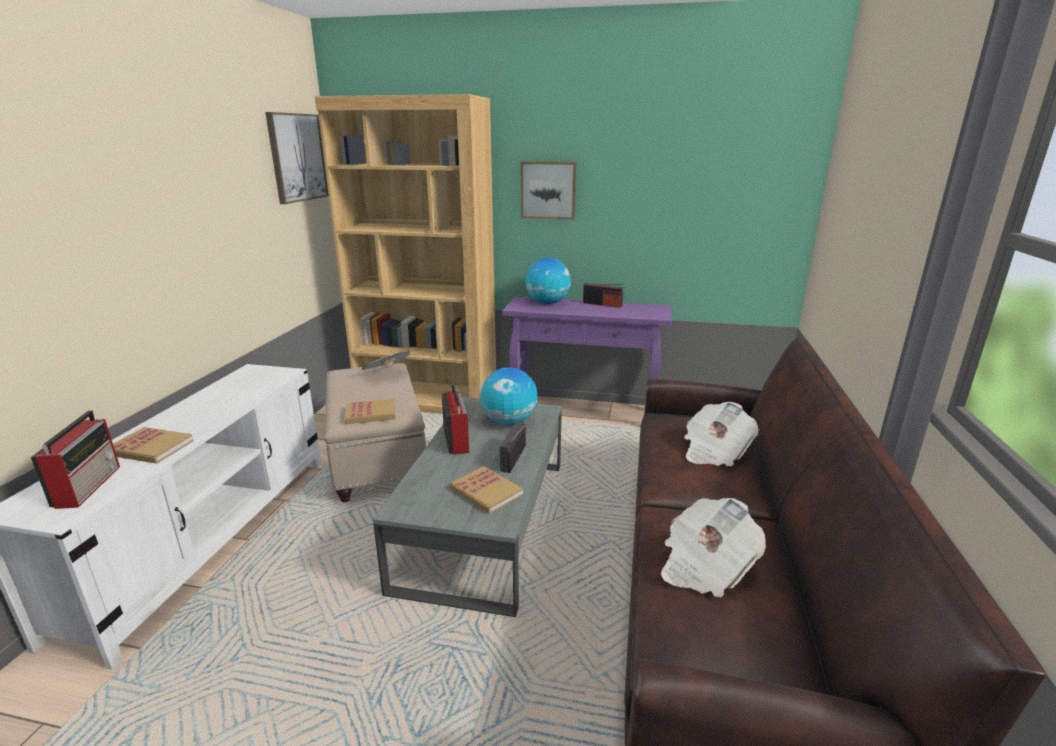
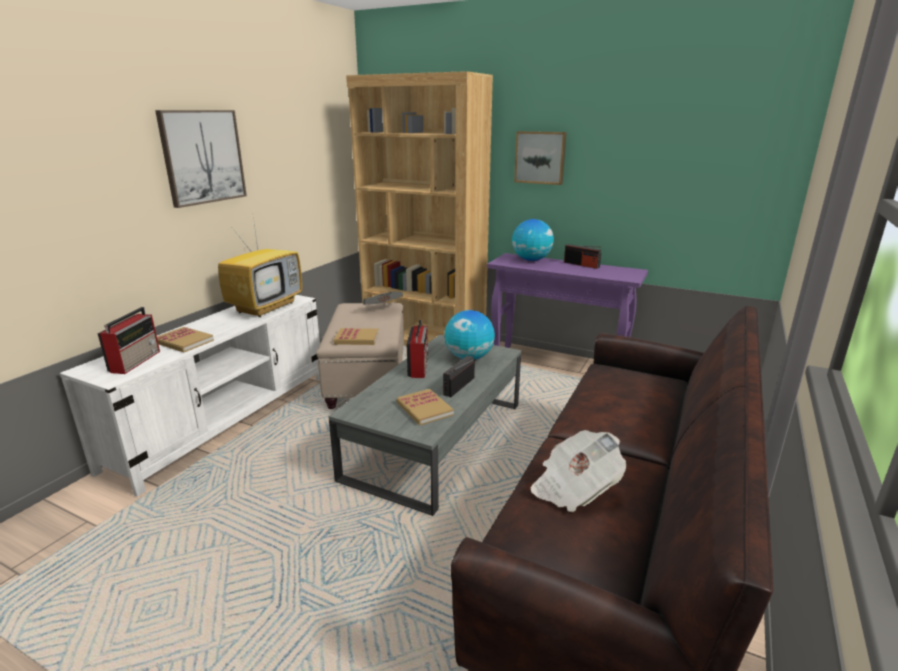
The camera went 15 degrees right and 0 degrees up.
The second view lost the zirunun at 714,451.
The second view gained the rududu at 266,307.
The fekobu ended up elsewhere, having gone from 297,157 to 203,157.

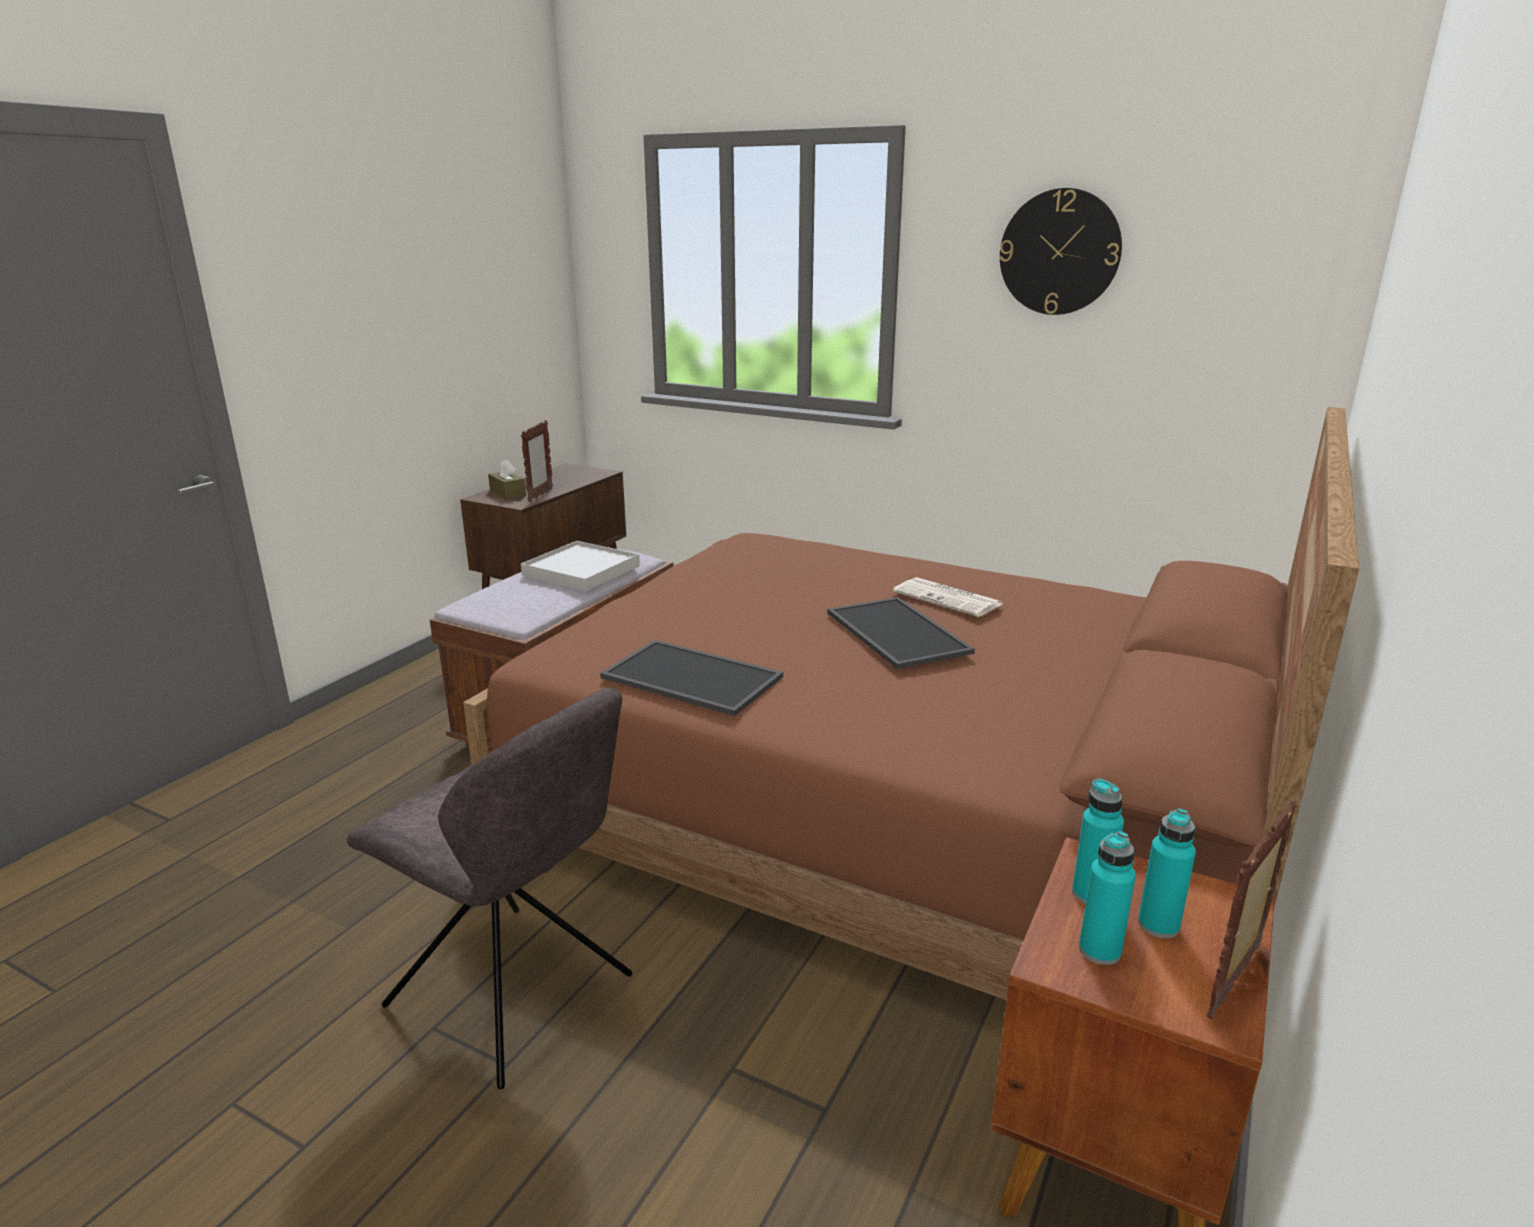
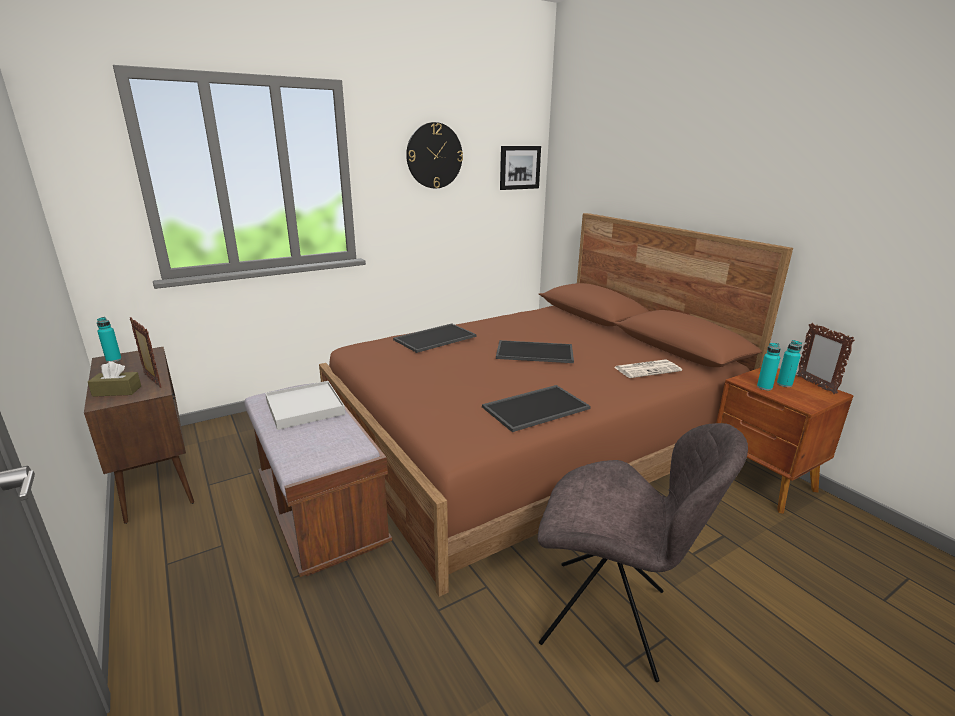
The camera went 60 degrees left and 0 degrees up.
The second view gained the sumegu at 435,337.
The second view gained the fekobu at 519,167.
The zirunun ended up elsewhere, having gone from 949,599 to 647,369.
The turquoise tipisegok ended up elsewhere, having gone from 1099,950 to 113,360.
The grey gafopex at 516,995 ended up facing another way, 45 degrees clockwise from before.

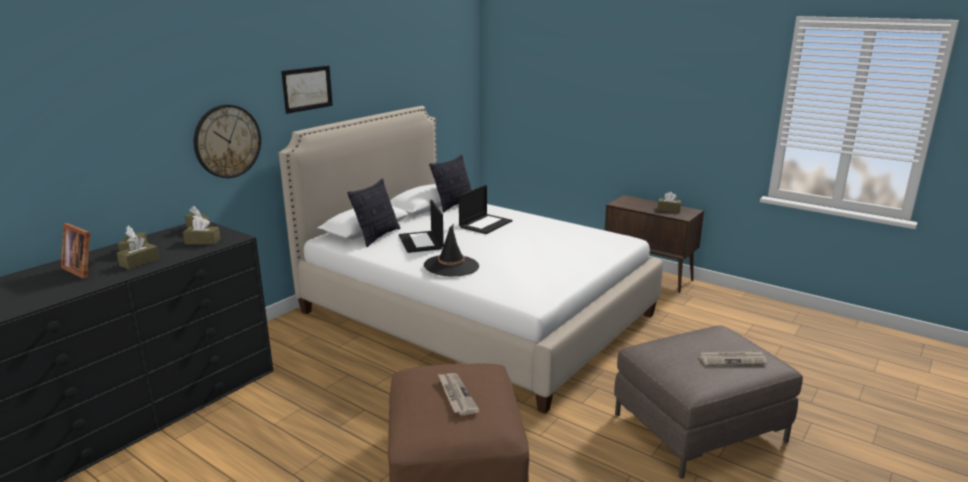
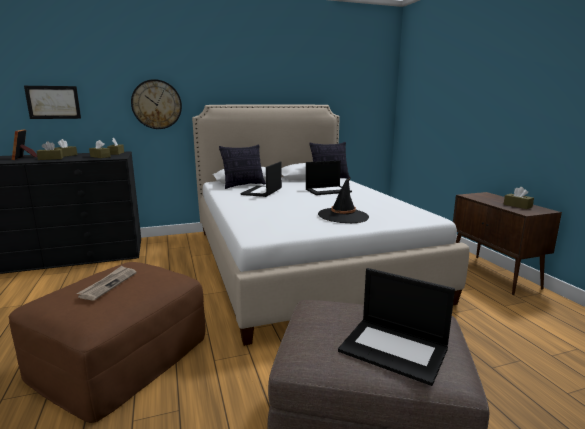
The camera went 35 degrees right and 5 degrees down.
The fekobu ended up elsewhere, having gone from 307,88 to 53,102.
The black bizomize ended up elsewhere, having gone from 451,266 to 343,216.
Where the zirunun stood at 732,360, the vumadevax came to stand at 395,349.

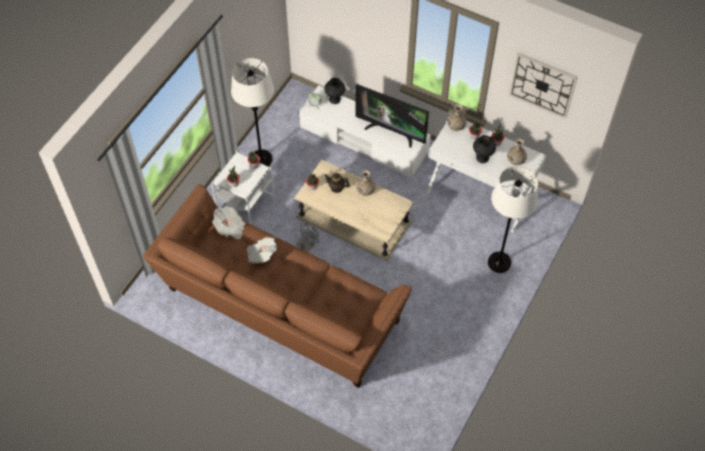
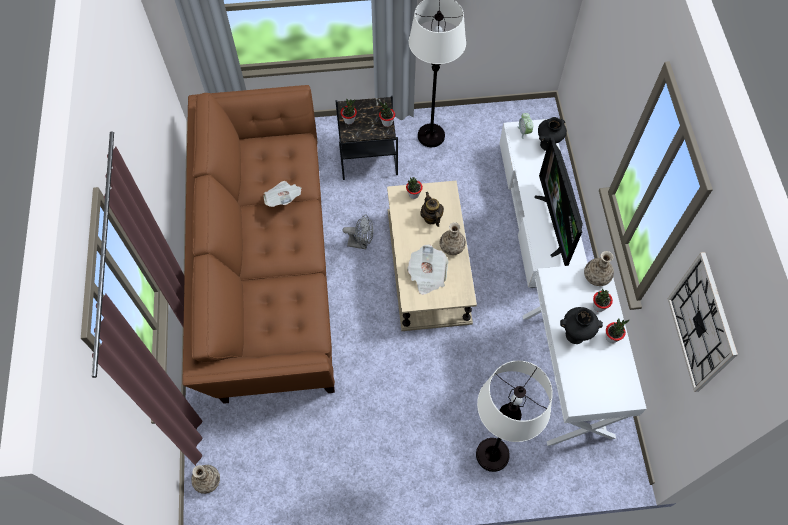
The camera went 55 degrees right and 5 degrees up.
The zirunun ended up elsewhere, having gone from 230,228 to 427,275.
The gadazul ended up elsewhere, having gone from 515,159 to 207,481.
What was the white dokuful at 246,203 turned into the black dokuful at 369,157.

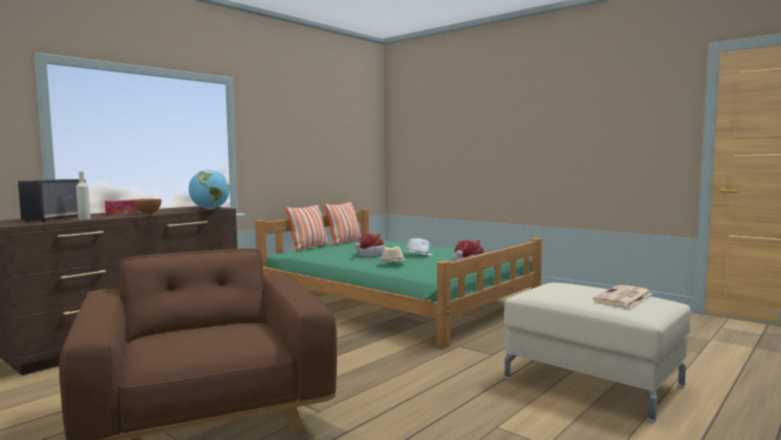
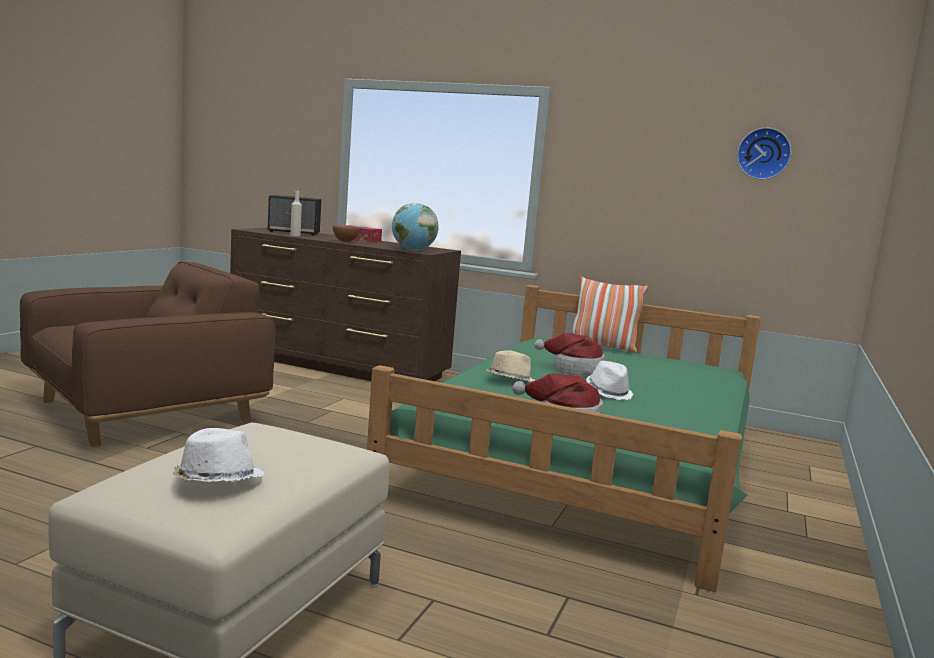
The camera went 70 degrees right and 5 degrees up.
The second view lost the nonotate at 344,242.
The second view gained the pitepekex at 763,153.
Where the zirunun stood at 623,297, the white bizomize came to stand at 217,482.

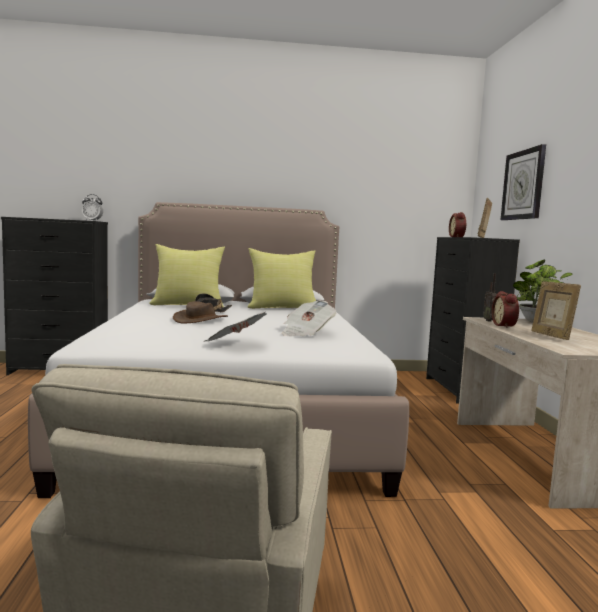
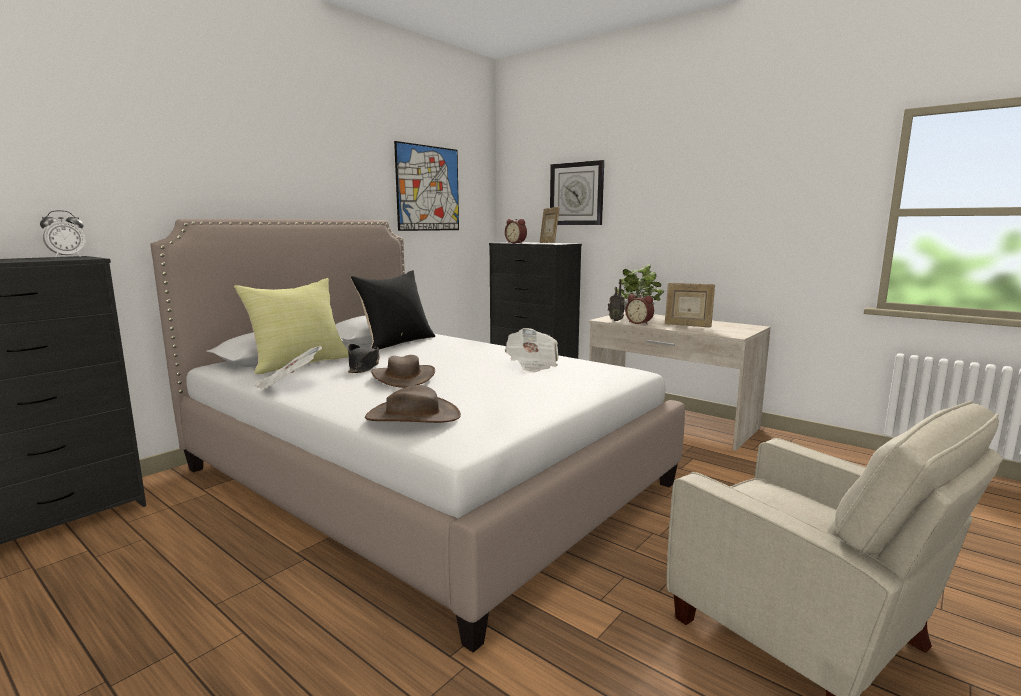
The camera went 45 degrees left and 5 degrees up.
The second view gained the brown bizomize at 413,416.
The second view gained the fekobu at 428,188.
The zirunun ended up elsewhere, having gone from 234,344 to 288,385.
What was the yellow nonotate at 282,308 turned into the black nonotate at 397,342.

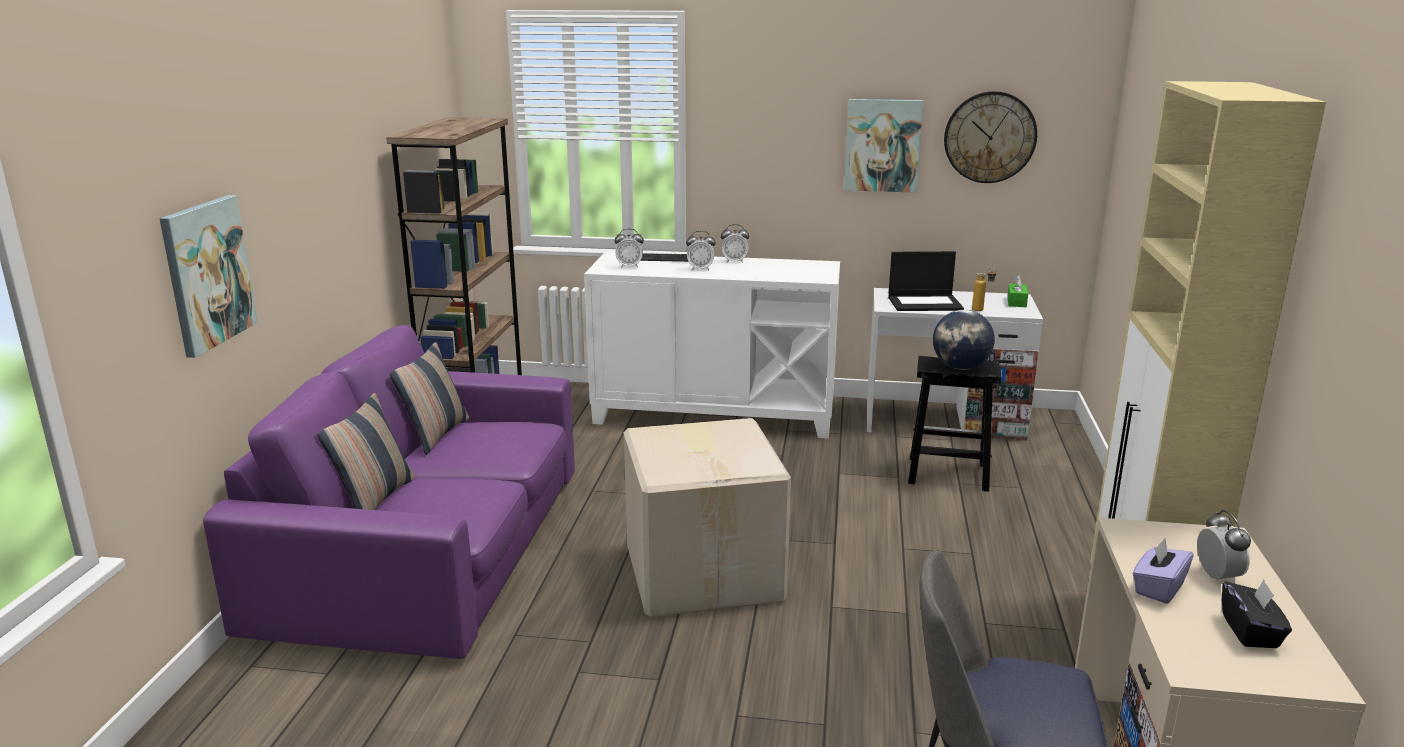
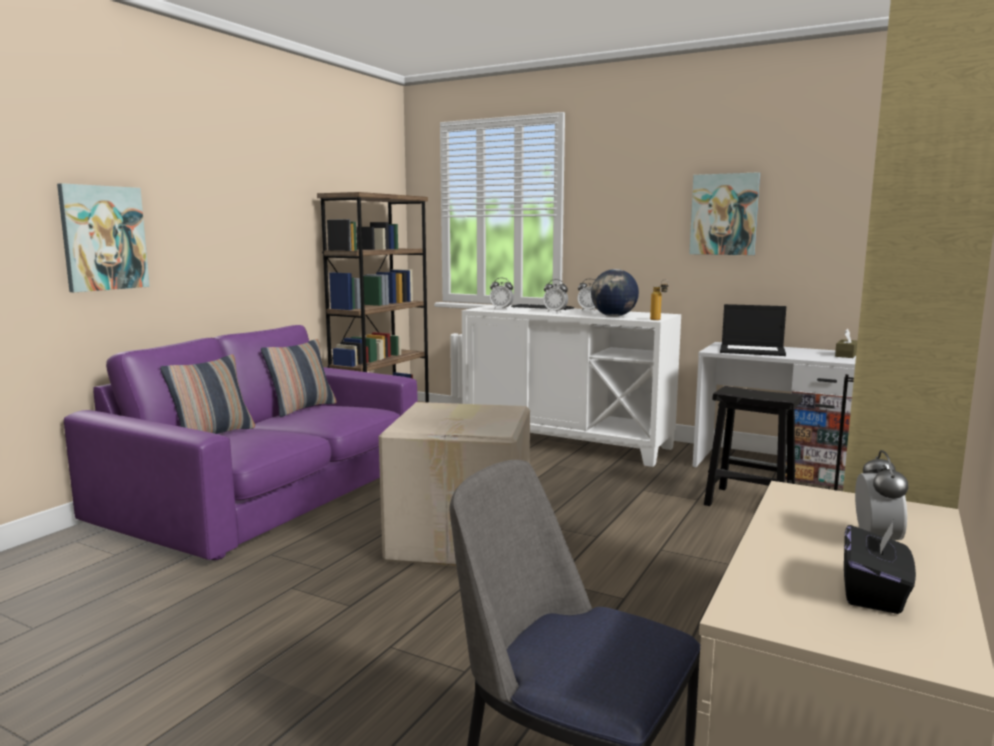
The camera went 20 degrees right and 10 degrees down.
The second view lost the pitepekex at 989,137.
The second view lost the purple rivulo at 1158,588.
The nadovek ended up elsewhere, having gone from 961,367 to 614,316.
The tipisegok ended up elsewhere, having gone from 982,310 to 658,320.
What was the green rivulo at 1016,302 turned into the brown rivulo at 846,355.

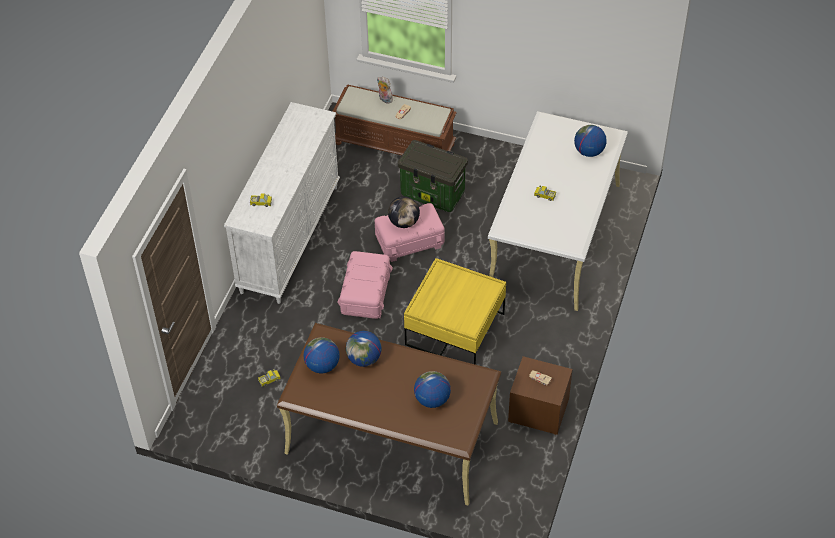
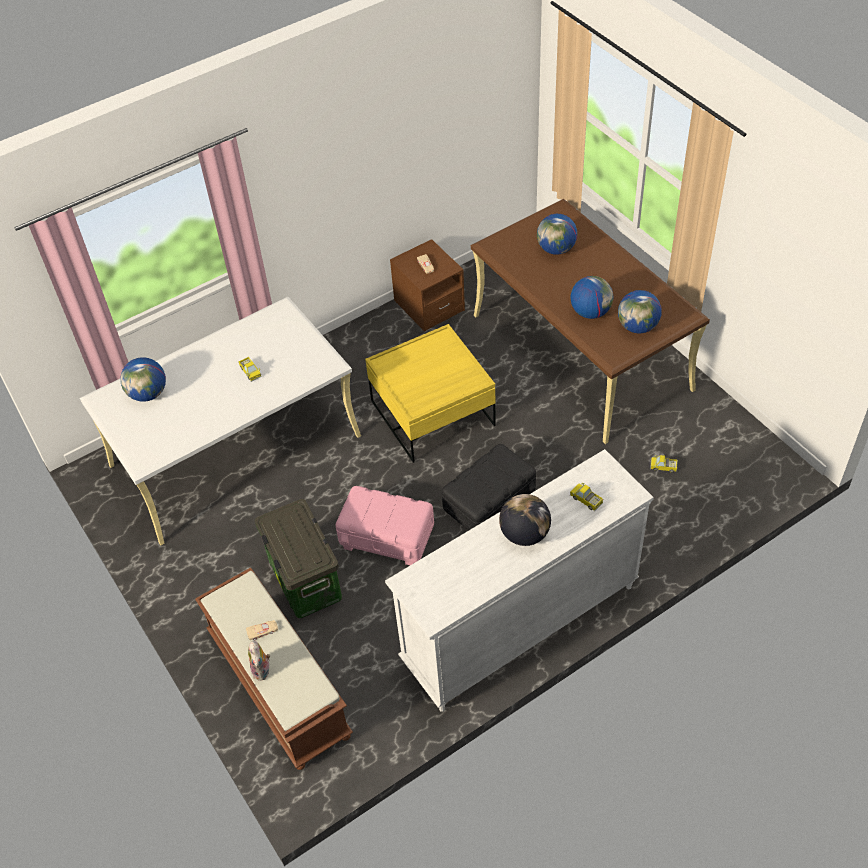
The camera went 140 degrees left and 0 degrees up.
The nadovek ended up elsewhere, having gone from 404,222 to 524,534.
What was the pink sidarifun at 365,294 turned into the black sidarifun at 489,502.

